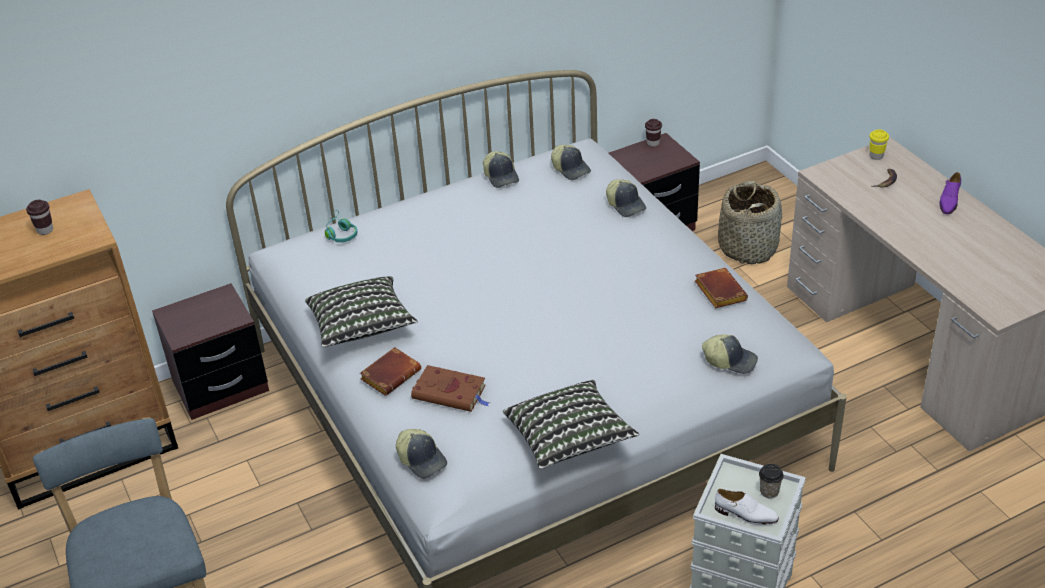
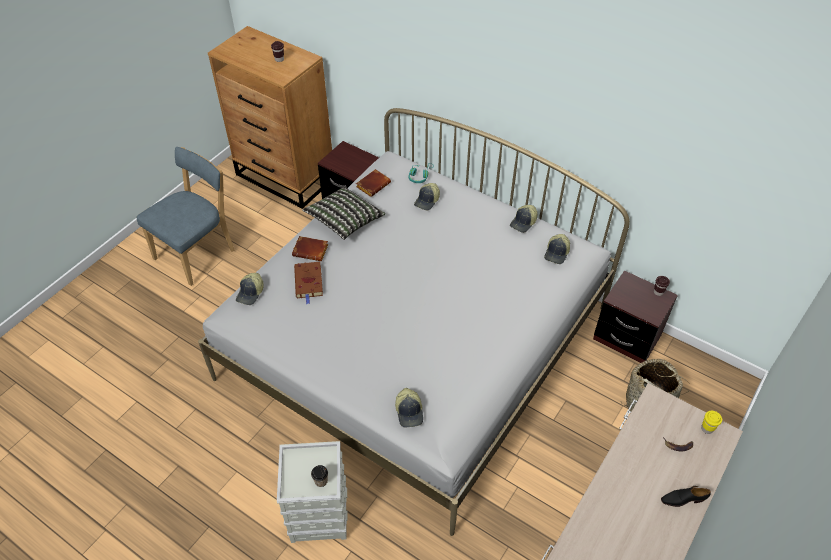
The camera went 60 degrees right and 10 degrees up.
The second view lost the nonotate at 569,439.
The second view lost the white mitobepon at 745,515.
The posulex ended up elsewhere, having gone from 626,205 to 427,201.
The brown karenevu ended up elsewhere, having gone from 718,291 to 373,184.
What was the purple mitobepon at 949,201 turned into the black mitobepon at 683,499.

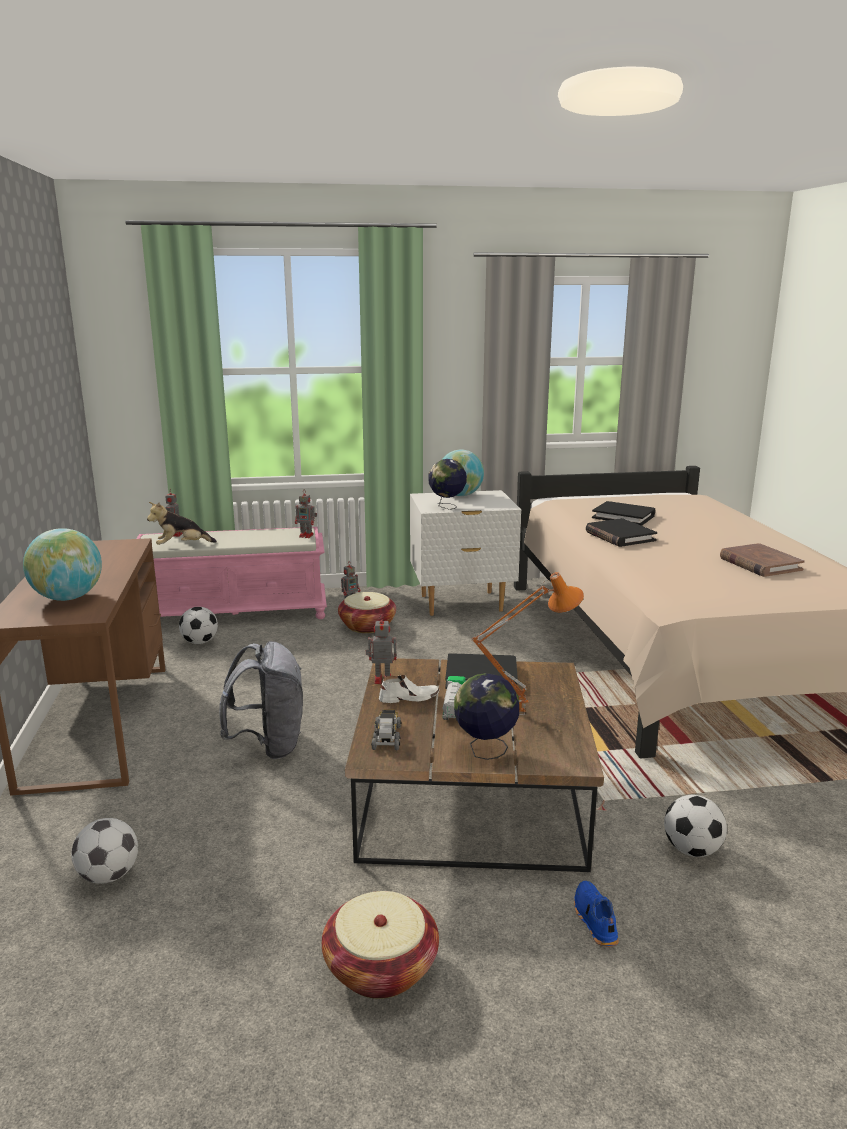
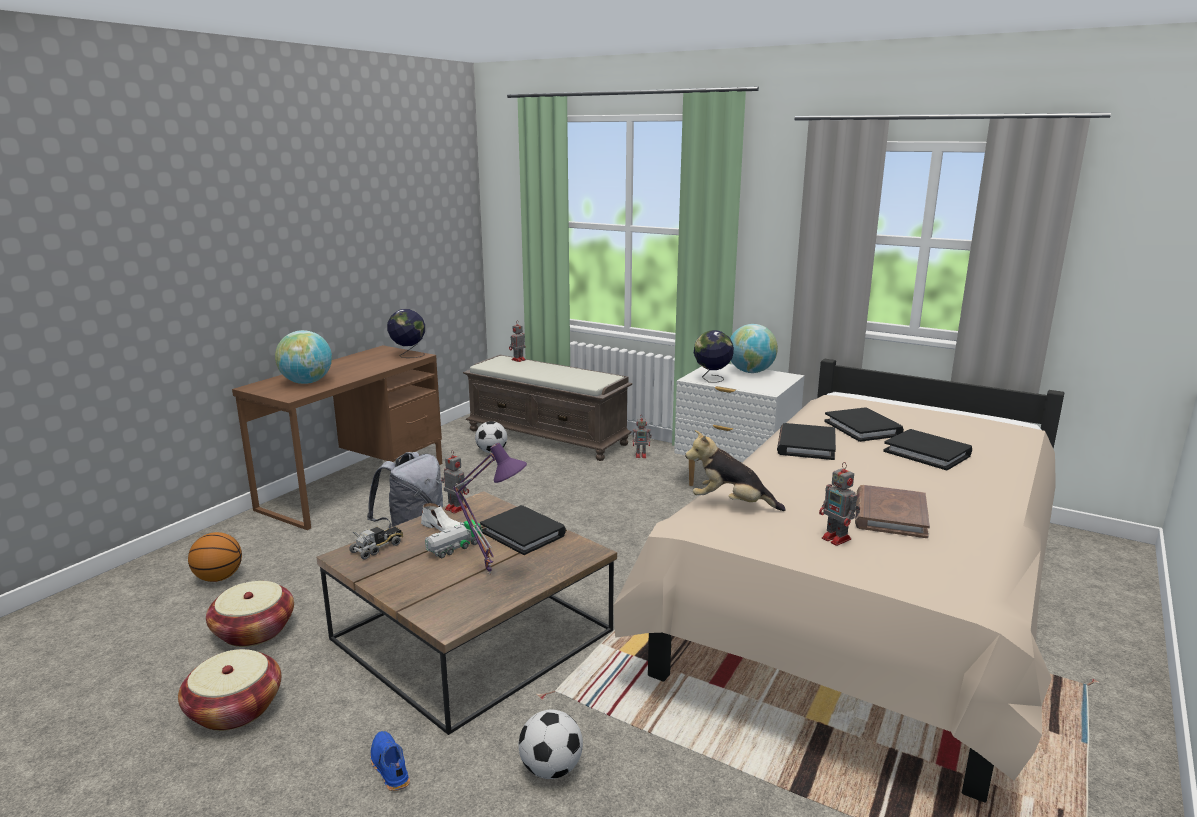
The camera went 40 degrees right and 0 degrees up.
The second view gained the black karenevu at 927,453.
The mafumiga ended up elsewhere, having gone from 181,546 to 731,504.
The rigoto ended up elsewhere, having gone from 307,536 to 837,539.
The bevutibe ended up elsewhere, having gone from 367,626 to 254,631.
The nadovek ended up elsewhere, having gone from 485,751 to 408,355.
Where the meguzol stood at 109,875, the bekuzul came to stand at 218,578.
What was the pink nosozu at 234,612 turned into the brown nosozu at 548,437.
What was the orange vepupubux at 522,713 turned into the purple vepupubux at 491,572.
The blue mitobepon at 594,920 ended up facing another way, 60 degrees counterclockwise from before.

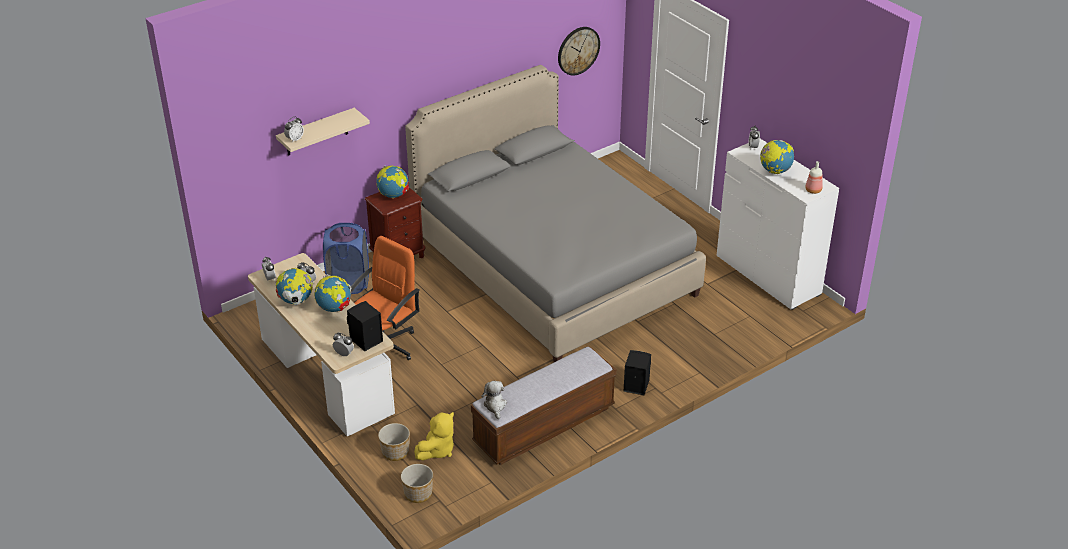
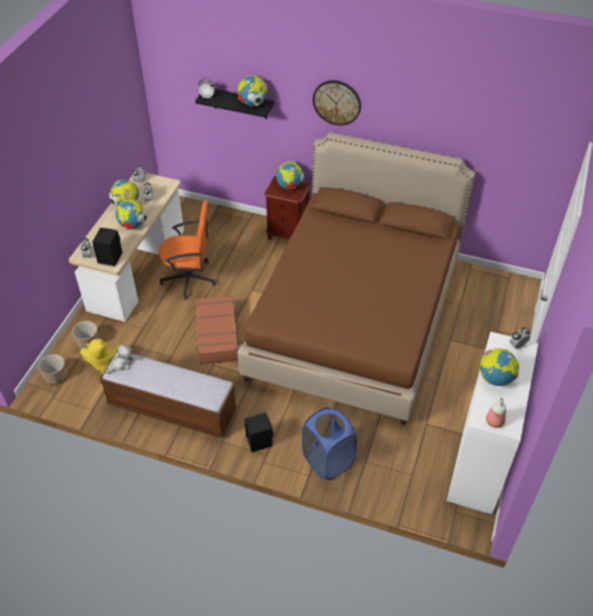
The camera went 55 degrees right and 10 degrees up.
The second view gained the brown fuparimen at 217,335.
The second view gained the nadovek at 253,104.
The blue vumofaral ended up elsewhere, having gone from 348,283 to 327,460.
The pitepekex ended up elsewhere, having gone from 578,50 to 337,102.
What was the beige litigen at 316,132 turned into the black litigen at 240,103.
What was the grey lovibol at 553,266 turned into the brown lovibol at 355,318.

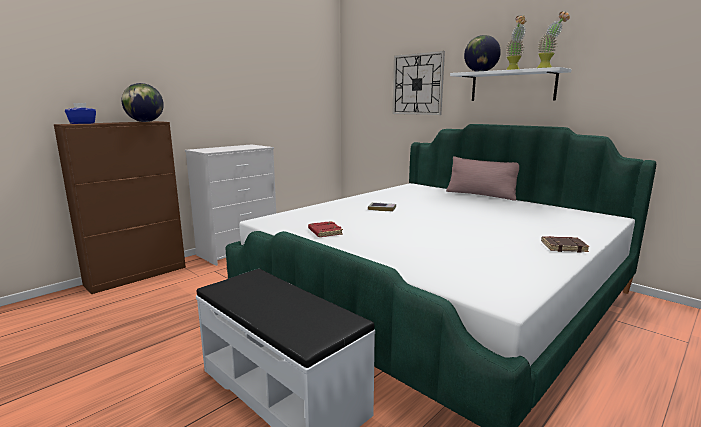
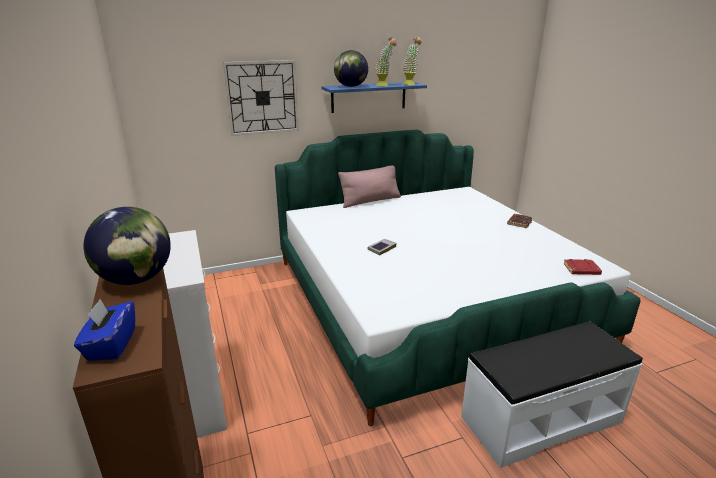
The camera went 65 degrees left and 10 degrees up.
The red karenevu ended up elsewhere, having gone from 324,232 to 581,270.
What was the white litigen at 512,86 turned into the blue litigen at 368,97.

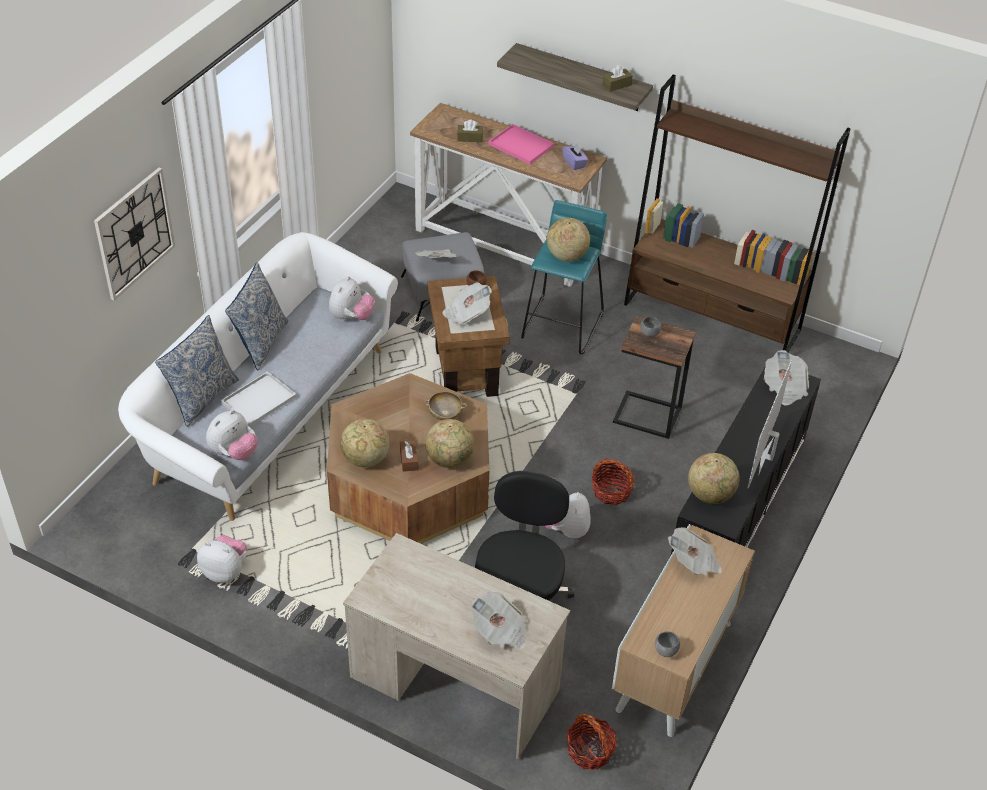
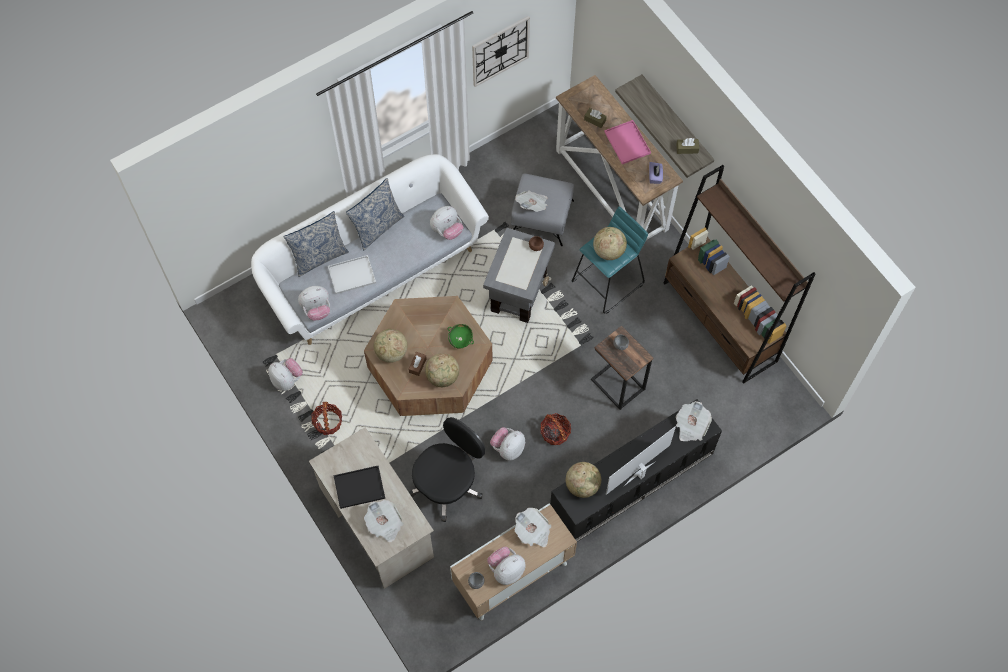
The camera went 30 degrees right and 20 degrees up.
The second view lost the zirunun at 466,313.
The second view gained the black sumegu at 358,488.
The second view gained the mafumiga at 506,570.
The pitepekex ended up elsewhere, having gone from 134,233 to 500,50.
The bevutibe ended up elsewhere, having gone from 589,751 to 328,422.
What was the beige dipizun at 445,414 turned into the green dipizun at 460,339.
What was the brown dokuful at 467,371 turned into the grey dokuful at 519,292.

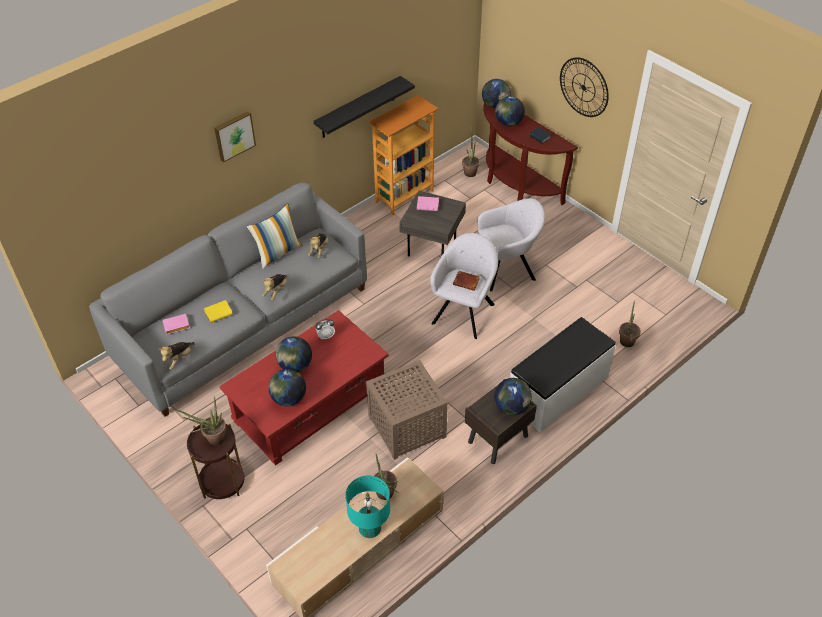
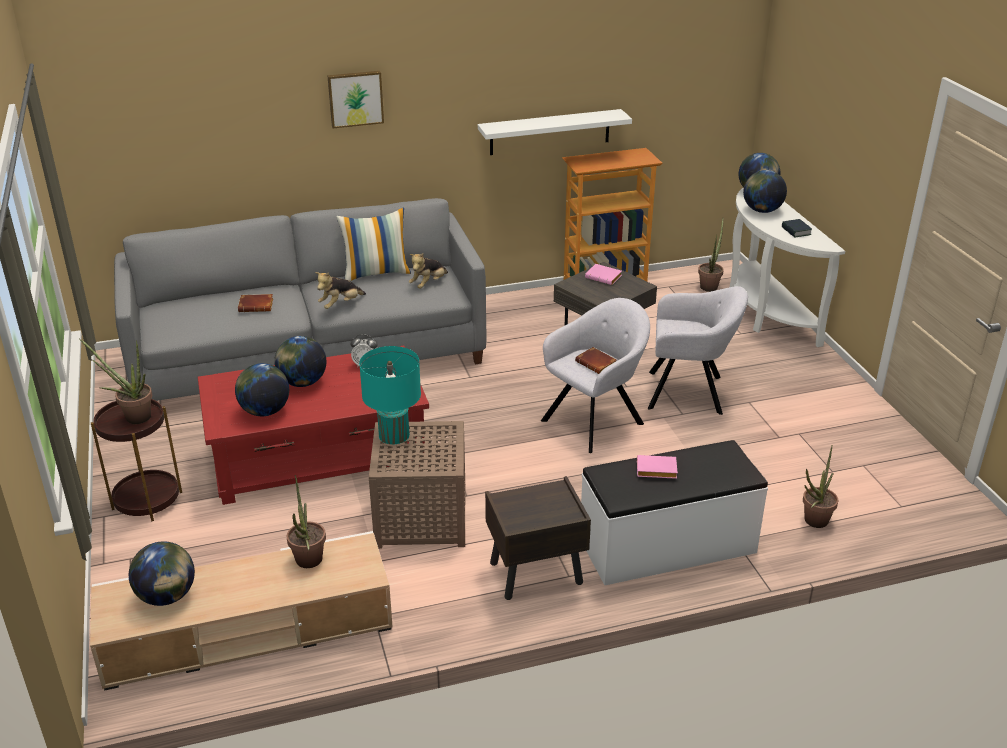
The camera went 25 degrees right and 15 degrees down.
The second view lost the mafumiga at 179,359.
The second view lost the pitepekex at 583,87.
The pink karenevu ended up elsewhere, having gone from 176,326 to 655,471.
The turquoise vepupubux ended up elsewhere, having gone from 370,528 to 394,435.
The nadovek ended up elsewhere, having gone from 512,407 to 167,596.
What was the yellow karenevu at 219,312 turned into the brown karenevu at 257,306.
What was the black litigen at 358,108 turned into the white litigen at 550,132.
What was the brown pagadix at 516,184 turned into the white pagadix at 765,312.

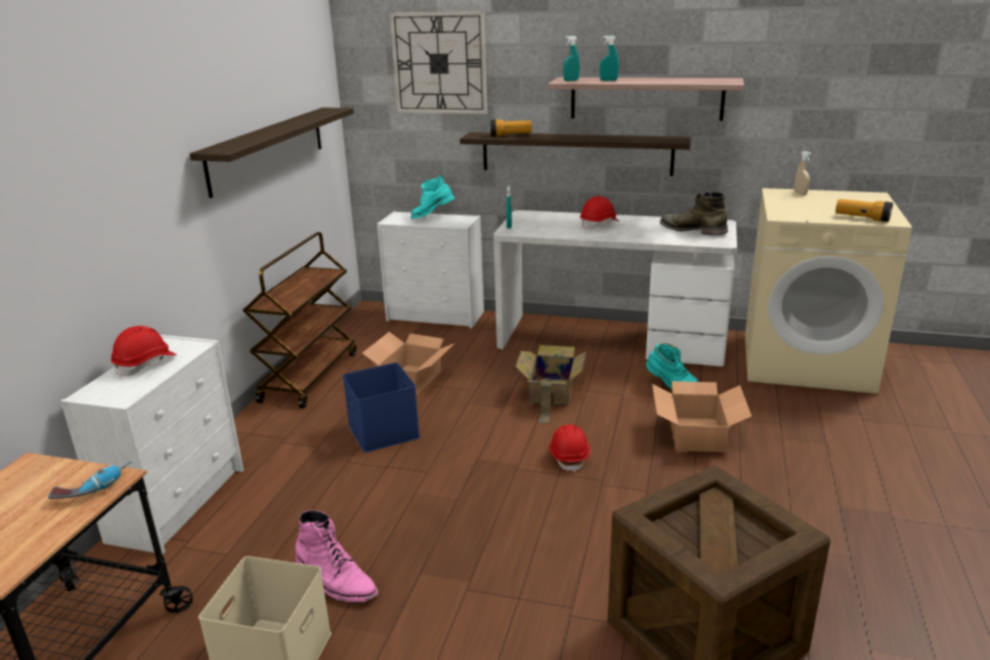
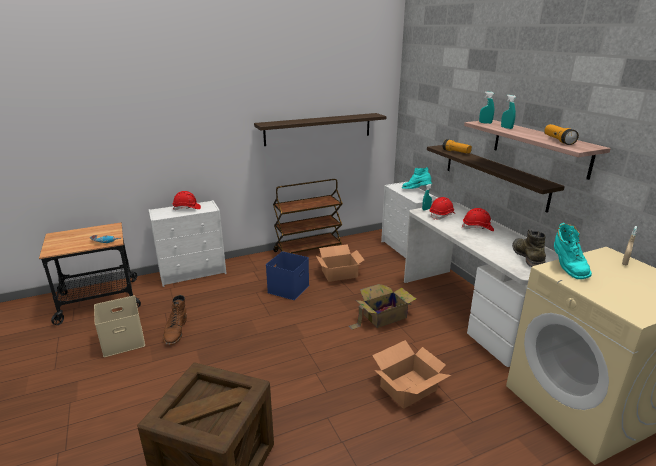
The camera went 50 degrees right and 0 degrees up.
The second view lost the pitepekex at 439,63.
The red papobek ended up elsewhere, having gone from 569,457 to 442,215.
The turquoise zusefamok ended up elsewhere, having gone from 671,387 to 567,268.
The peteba ended up elsewhere, having gone from 862,218 to 558,140.
What was the pink zusefamok at 336,581 turned into the brown zusefamok at 175,331.

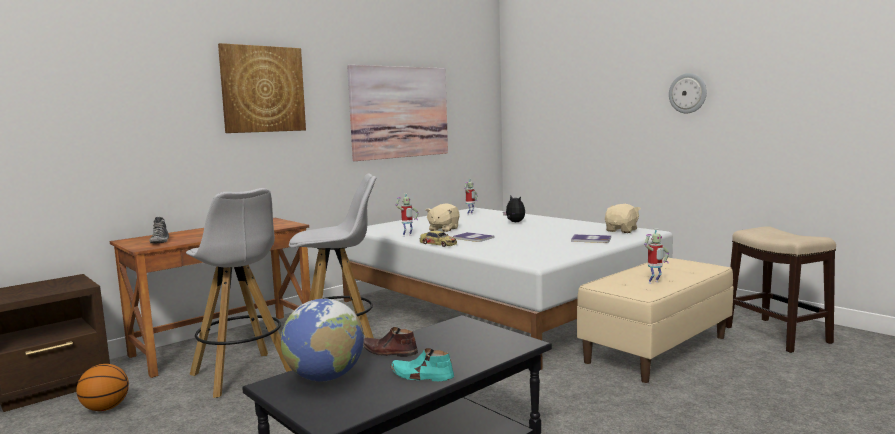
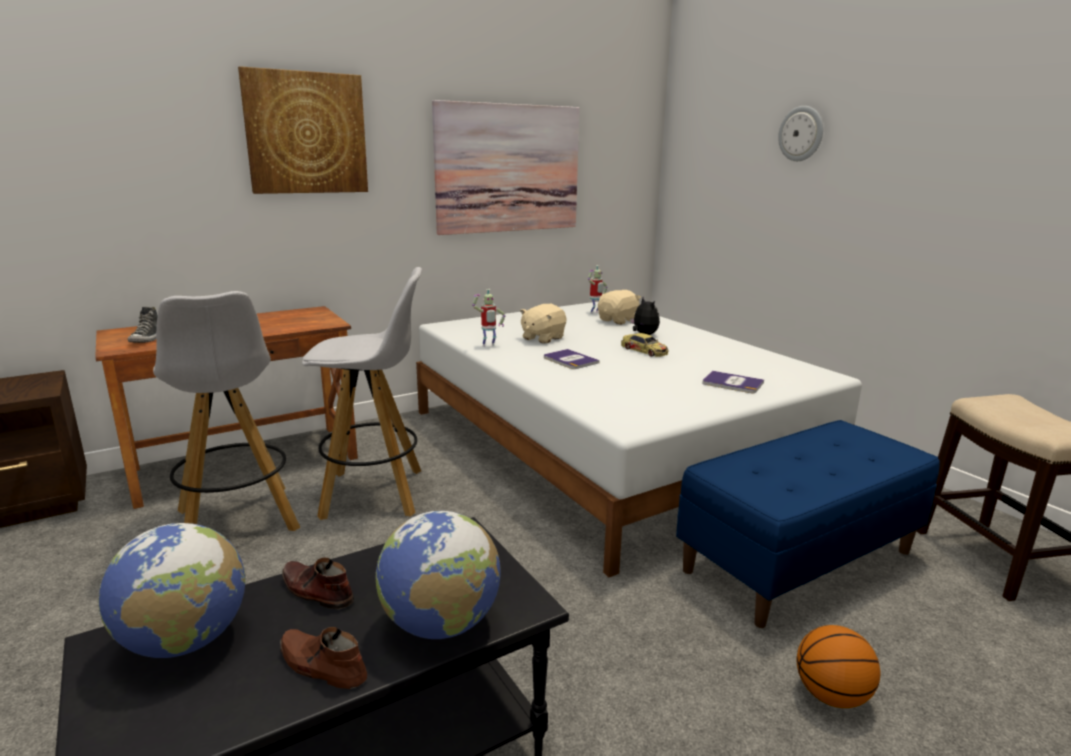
The camera went 10 degrees right and 10 degrees up.
The second view lost the rigoto at 654,283.
The second view gained the nadovek at 441,624.
The bekuzul ended up elsewhere, having gone from 105,408 to 830,695.
The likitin ended up elsewhere, having gone from 438,243 to 644,350.
The beige mafumiga ended up elsewhere, having gone from 622,230 to 618,320.
The pitepekex ended up elsewhere, having gone from 688,93 to 801,133.
What was the turquoise mitobepon at 421,376 turned into the brown mitobepon at 321,666.
What was the beige nosozu at 656,349 turned into the blue nosozu at 798,560.

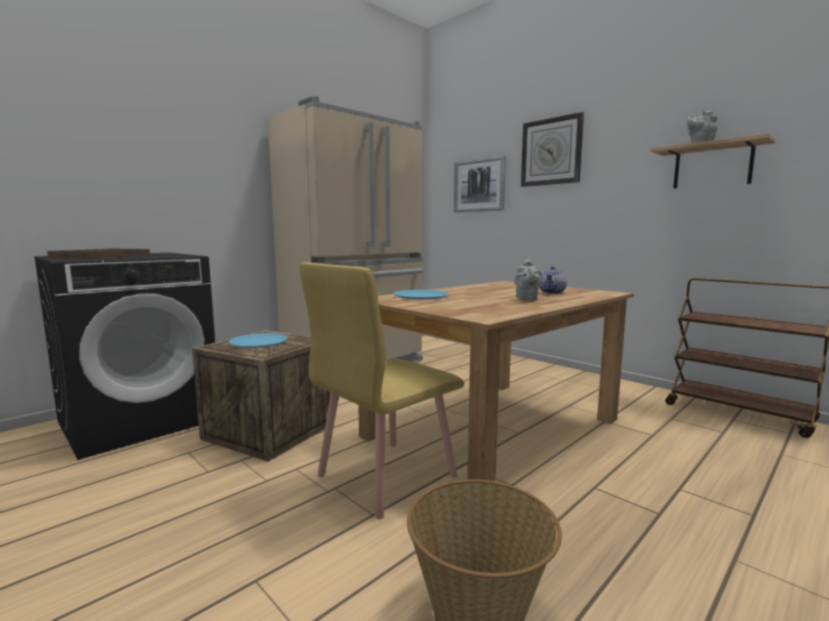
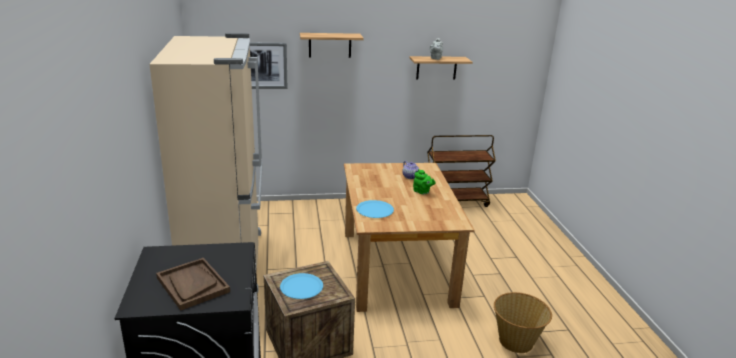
The camera went 55 degrees left and 15 degrees up.
The second view lost the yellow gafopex at 385,476.
Where the pitepekex hung at 551,152, the litigen came to hang at 330,45.
What was the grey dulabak at 527,299 turned into the green dulabak at 422,192.

